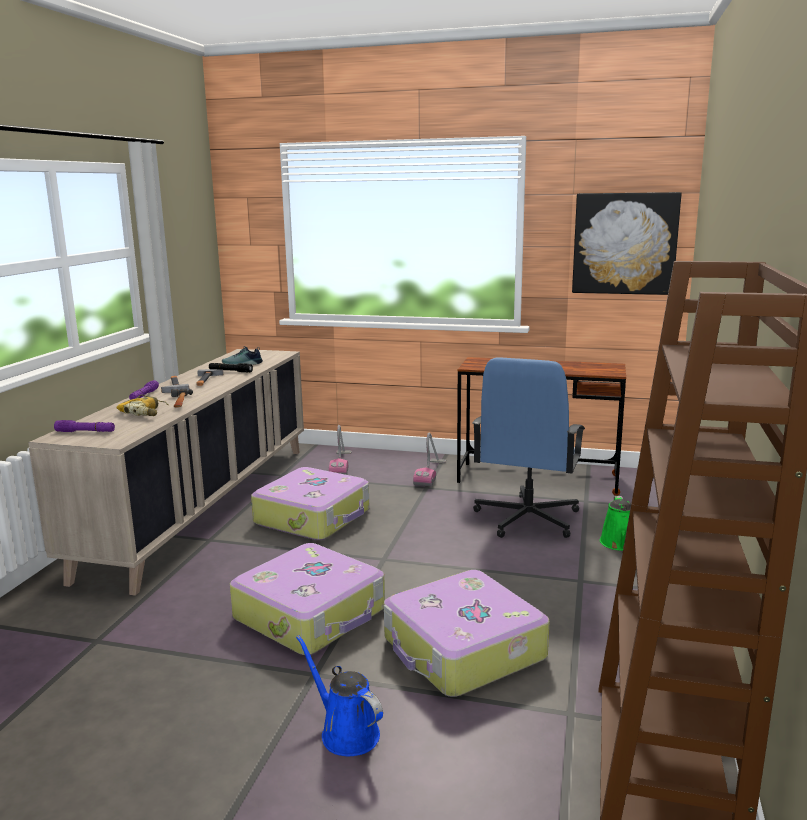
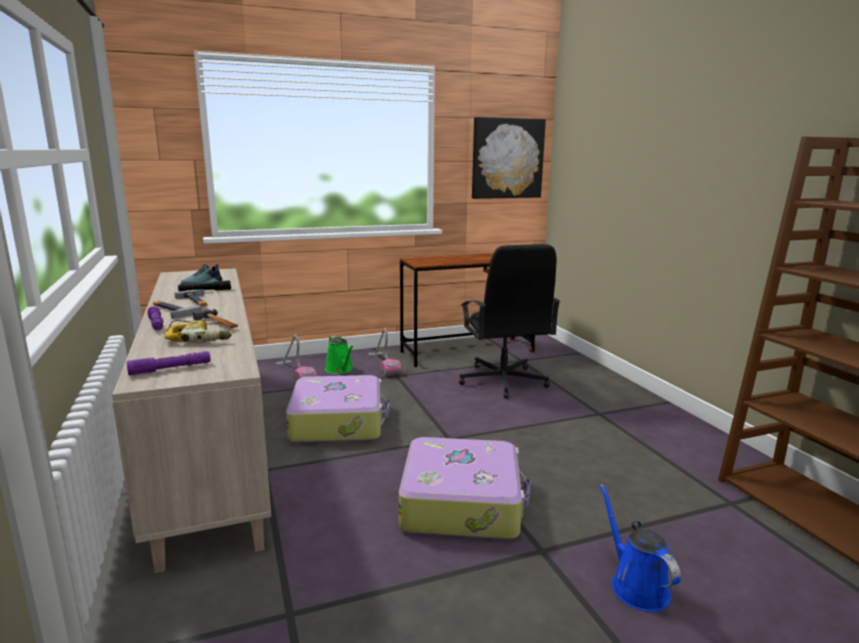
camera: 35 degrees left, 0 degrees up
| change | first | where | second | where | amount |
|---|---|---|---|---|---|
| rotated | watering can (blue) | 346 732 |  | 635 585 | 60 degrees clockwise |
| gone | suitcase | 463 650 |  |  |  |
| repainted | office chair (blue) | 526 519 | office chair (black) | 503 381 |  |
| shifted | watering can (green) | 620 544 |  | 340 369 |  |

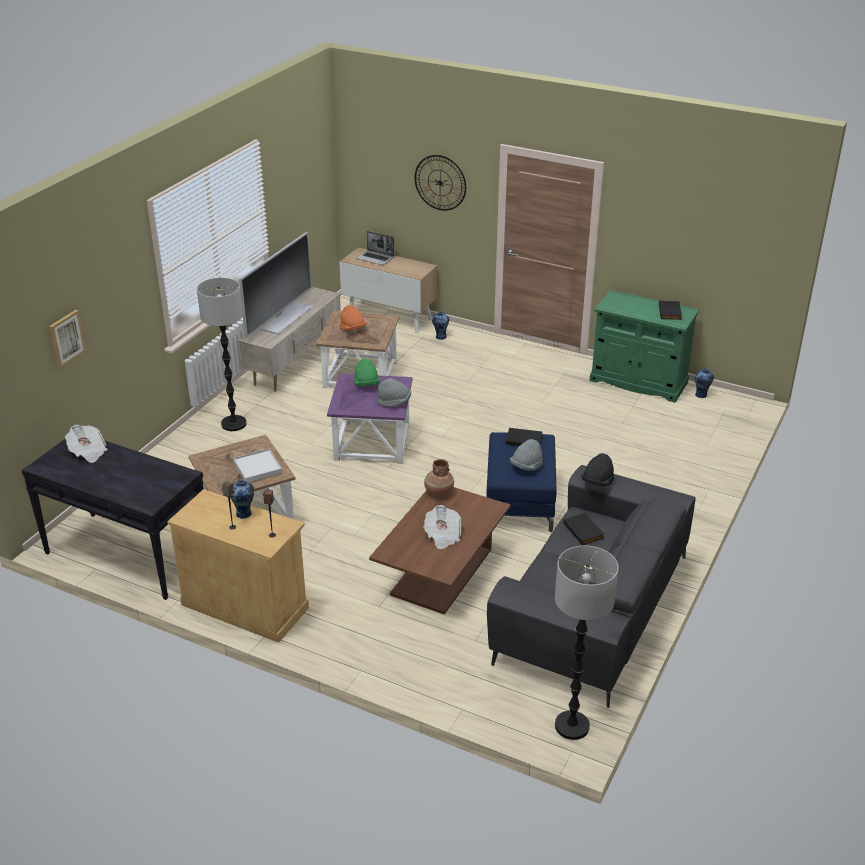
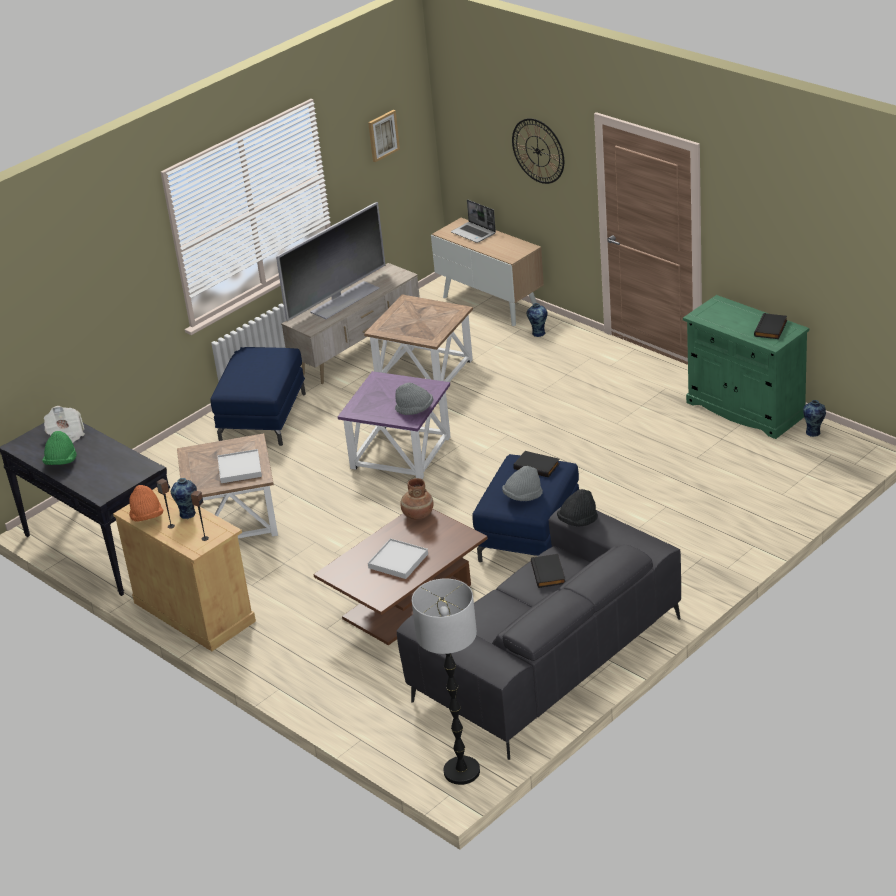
camera: 20 degrees right, 0 degrees up
| change | first | where | second | where | amount |
|---|---|---|---|---|---|
| shifted | picture | 66 338 |  | 383 135 |  |
| swapped | floor lamp | 233 424 | ottoman (blue) | 262 417 |  |
| shifted | hat (orange) | 352 329 |  | 147 517 |  |
| shifted | hat (green) | 366 384 |  | 61 462 |  |
| swapped | newspaper | 442 536 | tray (white) | 398 561 |  |

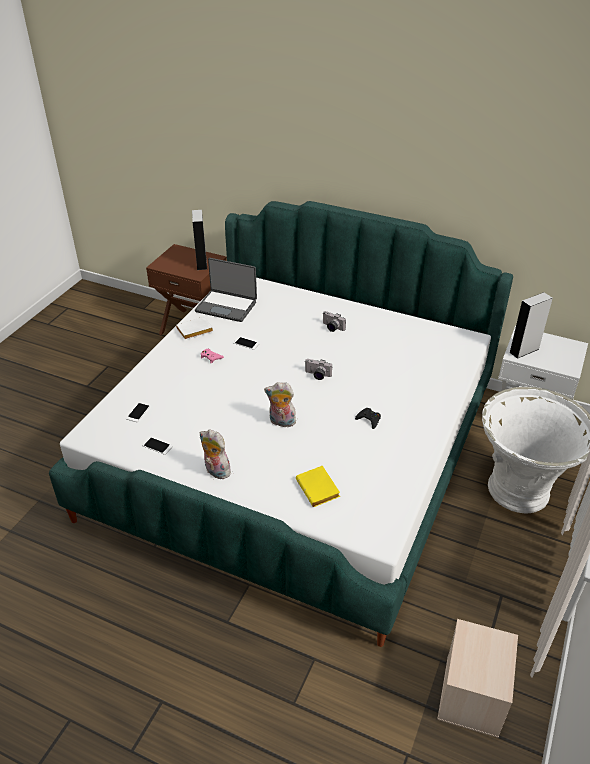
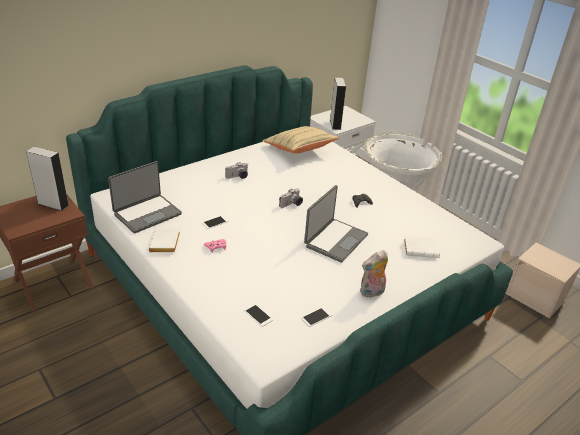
camera: 65 degrees left, 5 degrees down
| change | first | where | second | where | amount |
|---|---|---|---|---|---|
| swapped | plush toy | 281 422 | laptop | 335 240 |  |
| repainted | book (yellow) | 319 489 | book (white) | 421 249 |  |
| new |  |  | pillow (beige) | 299 150 |  |

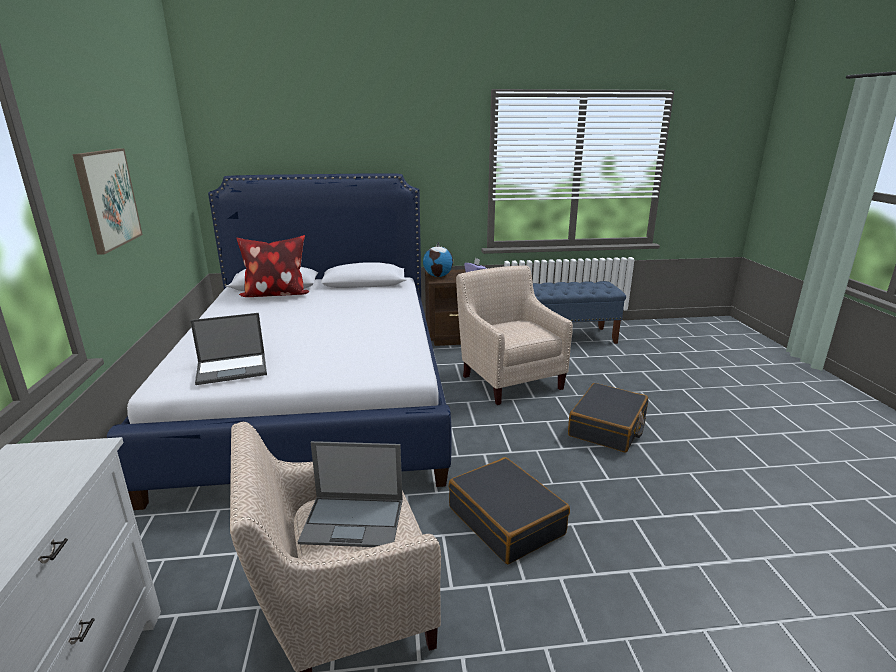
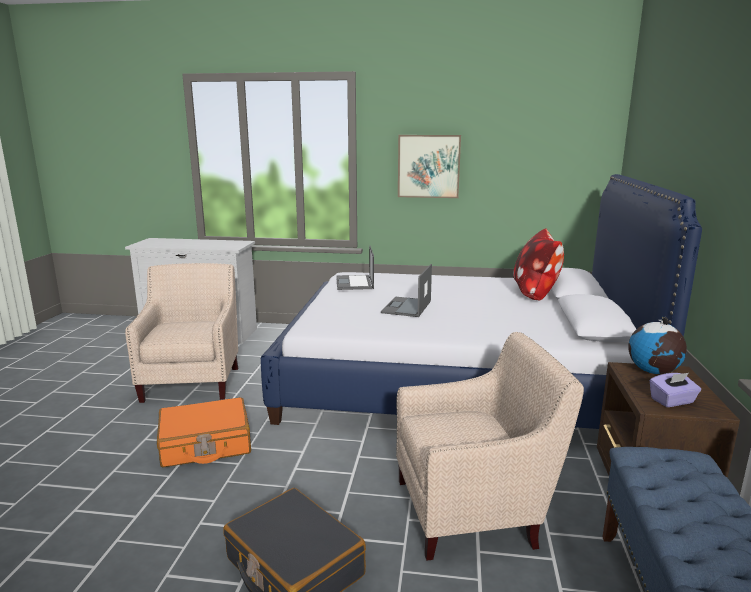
camera: 105 degrees right, 5 degrees down
| change | first | where | second | where | amount |
|---|---|---|---|---|---|
| shifted | laptop | 354 521 |  | 406 307 |  |
| repainted | suitcase (black) | 506 520 | suitcase (orange) | 205 444 |  |

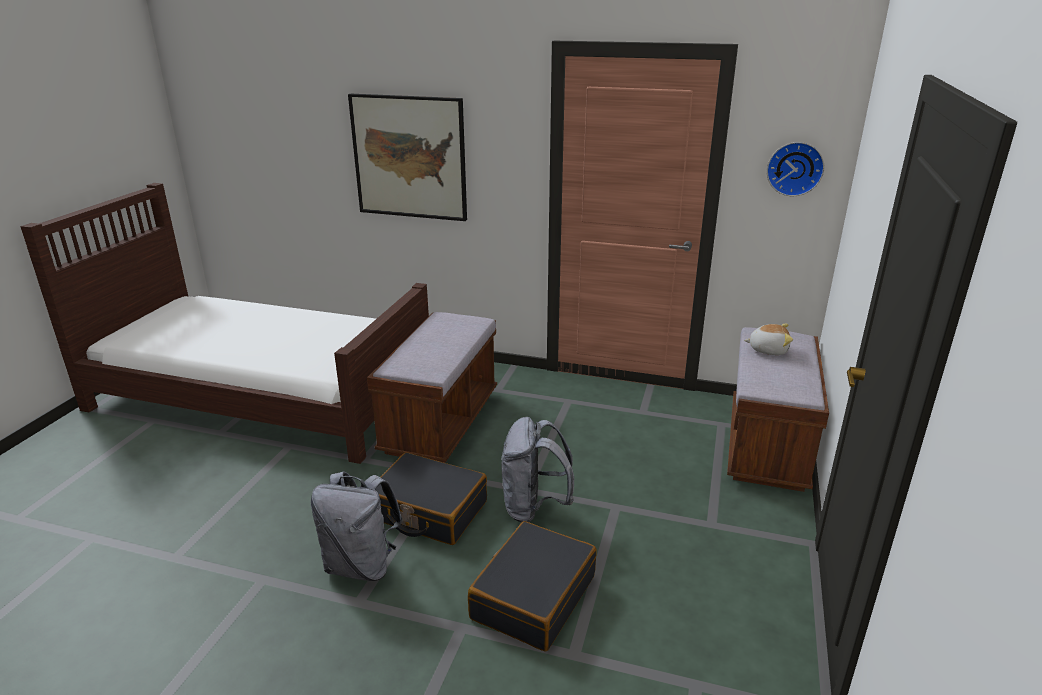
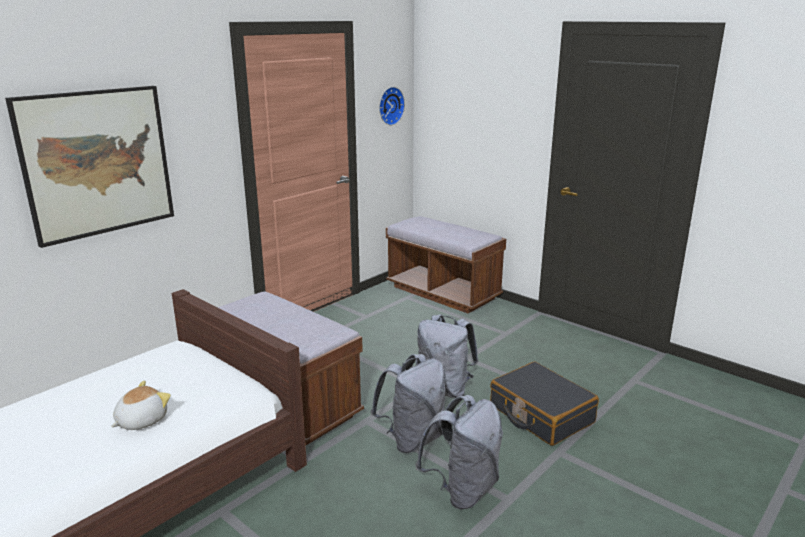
camera: 65 degrees left, 5 degrees down
| change | first | where | second | where | amount |
|---|---|---|---|---|---|
| swapped | suitcase (black) | 428 511 | backpack (grey) | 412 439 |  |
| shifted | plush toy | 768 349 |  | 141 420 |  |

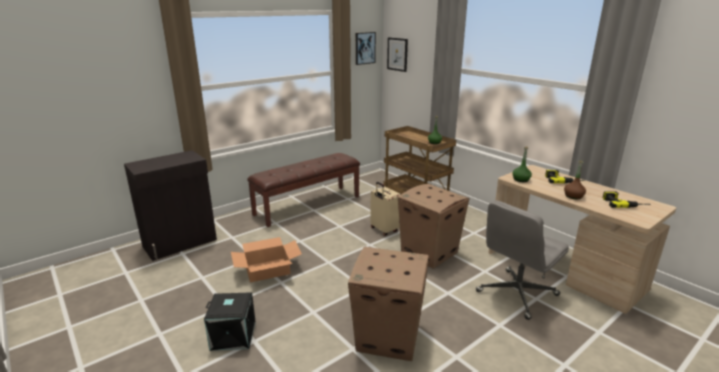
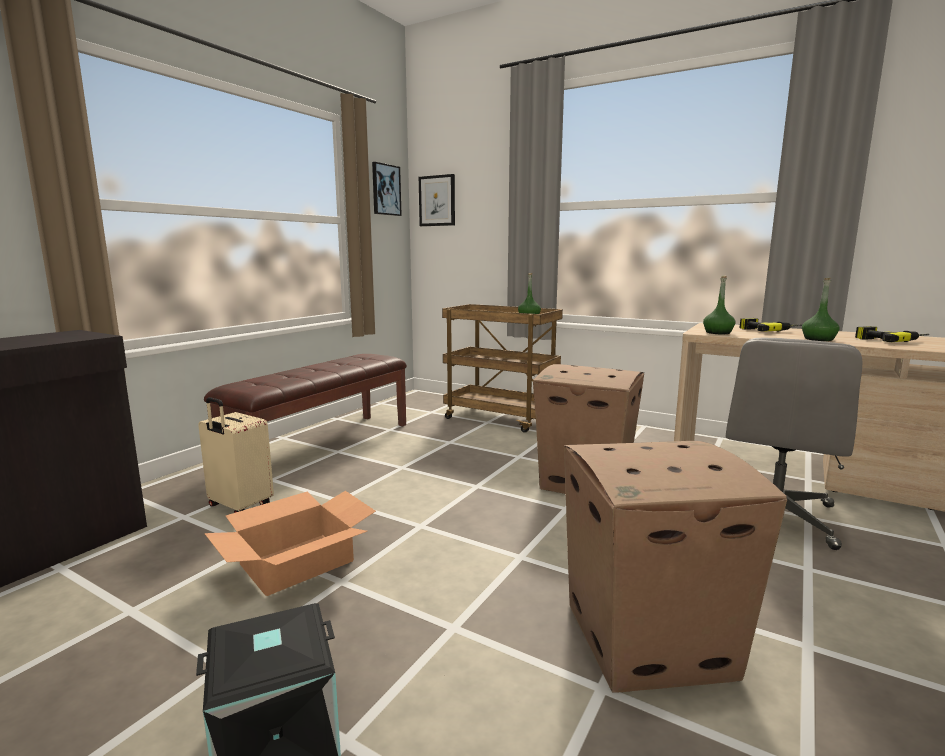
camera: 20 degrees left, 10 degrees down
| change | first | where | second | where | amount |
|---|---|---|---|---|---|
| shifted | suitcase (beige) | 383 230 |  | 239 506 |  |
| repainted | bottle (brown) | 573 196 | bottle (green) | 818 339 |  |

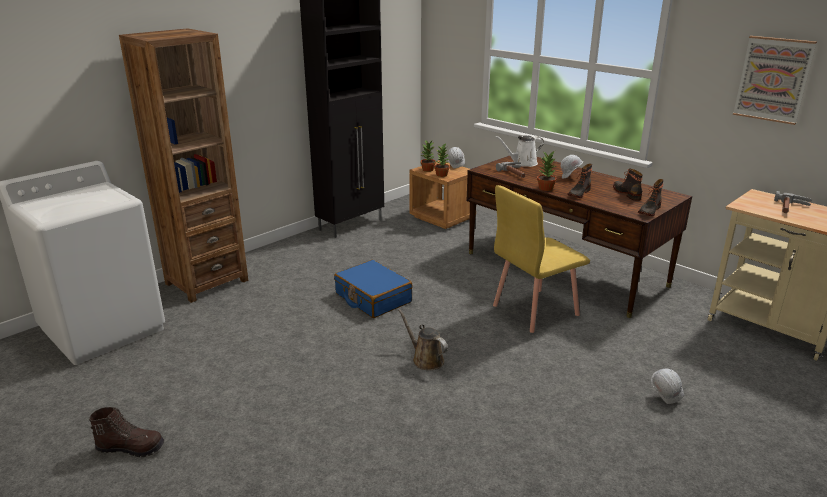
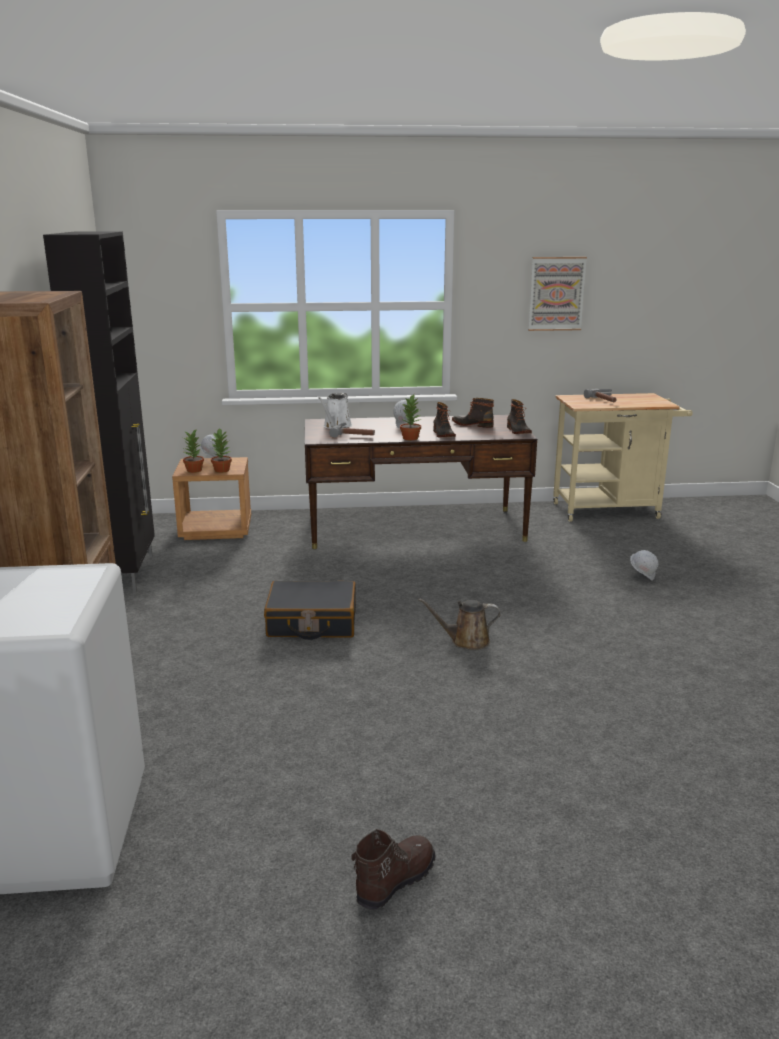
camera: 50 degrees left, 5 degrees down
| change | first | where | second | where | amount |
|---|---|---|---|---|---|
| repainted | suitcase (blue) | 372 298 | suitcase (black) | 312 623 |  |
| gone | chair (yellow) | 534 310 |  |  |  |

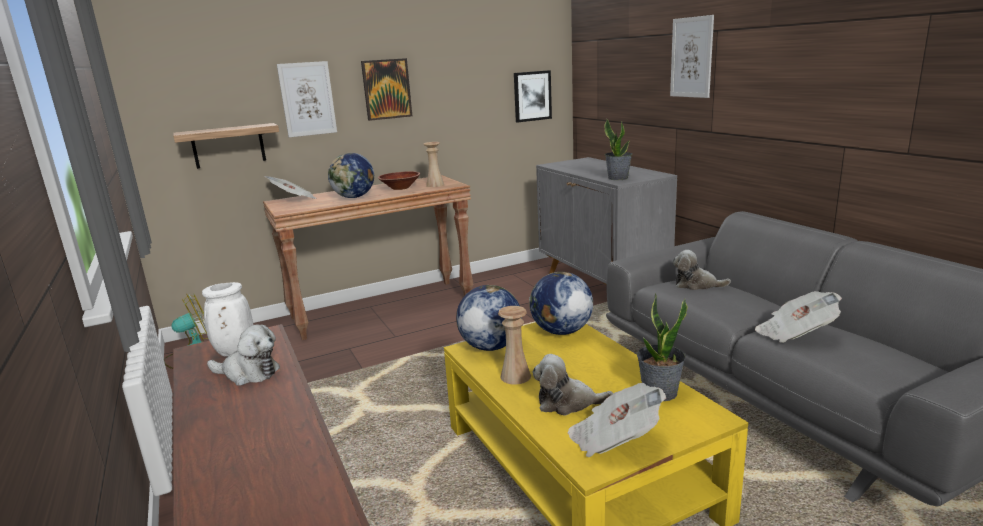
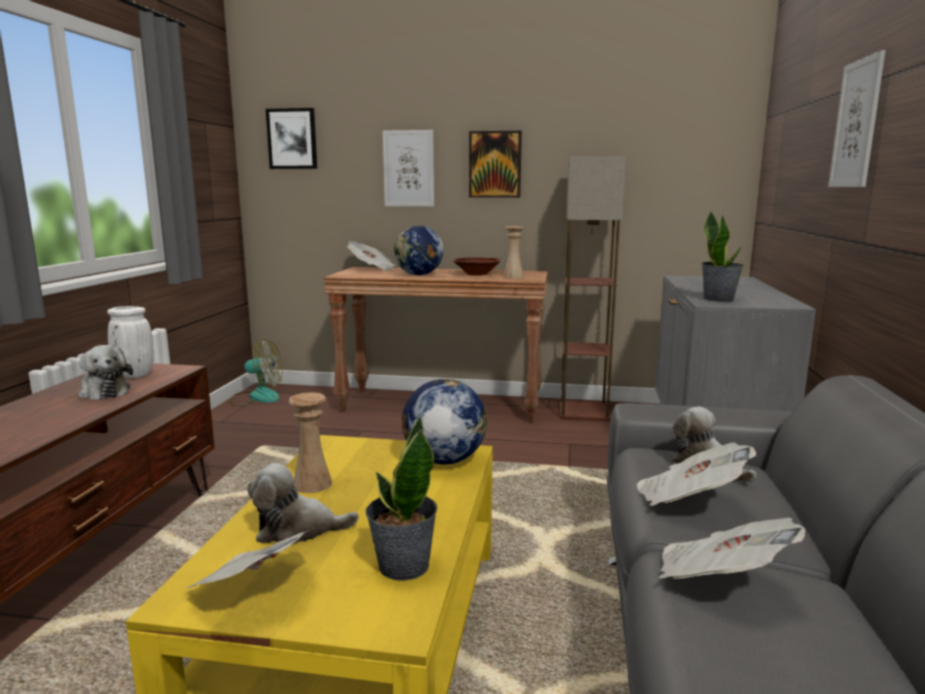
camera: 35 degrees right, 5 degrees down
| change | first | where | second | where | amount |
|---|---|---|---|---|---|
| gone | shelf | 228 146 |  |  |  |
| gone | globe | 490 346 |  |  |  |
| shifted | picture | 532 96 |  | 292 139 |  |
| rotated | plush toy | 567 403 |  | 298 529 | 45 degrees counterclockwise |
| new |  |  | floor lamp | 582 412 |  |
| new |  |  | newspaper | 689 499 |  |

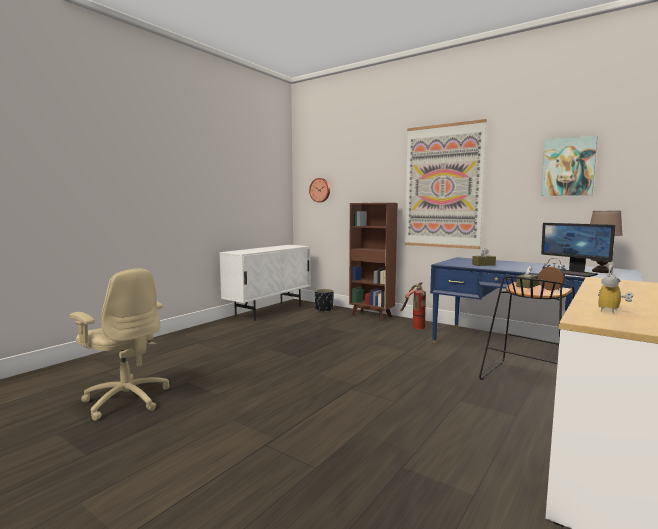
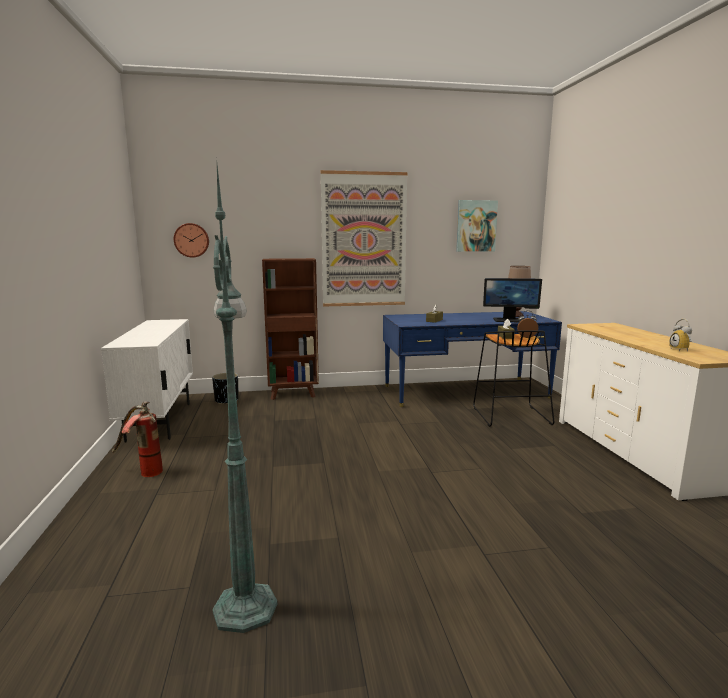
camera: 45 degrees left, 5 degrees up
| change | first | where | second | where | amount |
|---|---|---|---|---|---|
| swapped | office chair (beige) | 126 399 | floor lamp (green) | 246 605 |  |
| shifted | fire extinguisher | 414 326 |  | 143 472 |  |

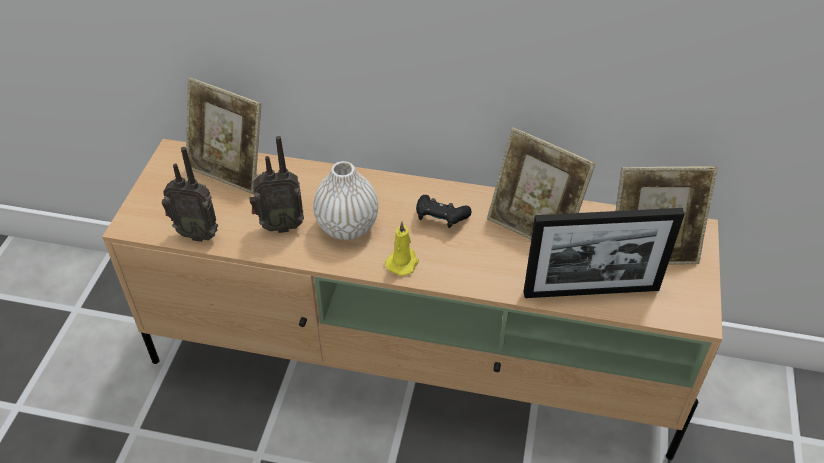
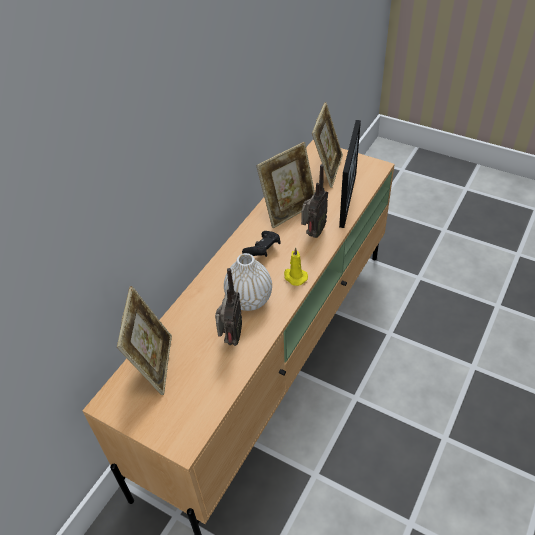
camera: 70 degrees left, 0 degrees up
| change | first | where | second | where | amount |
|---|---|---|---|---|---|
| shifted | radio | 198 233 |  | 313 233 |  |
| rotated | picture frame | 229 172 |  | 154 364 | 45 degrees counterclockwise |

